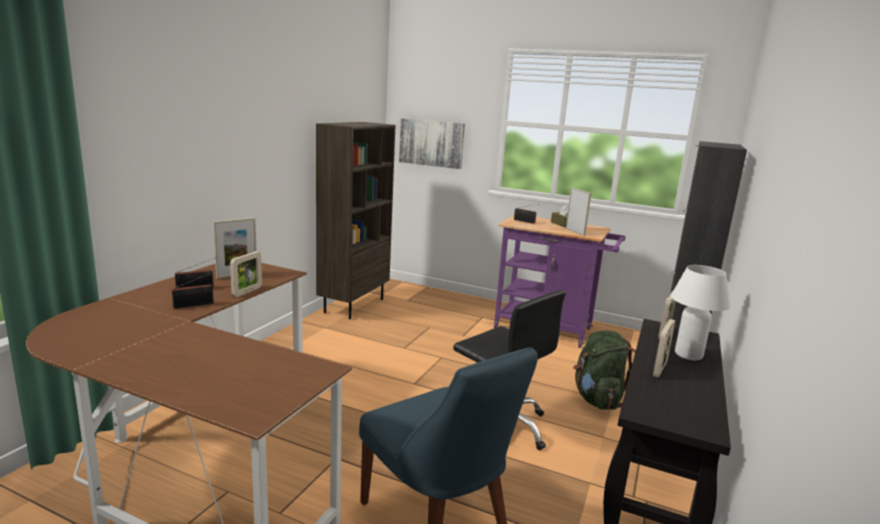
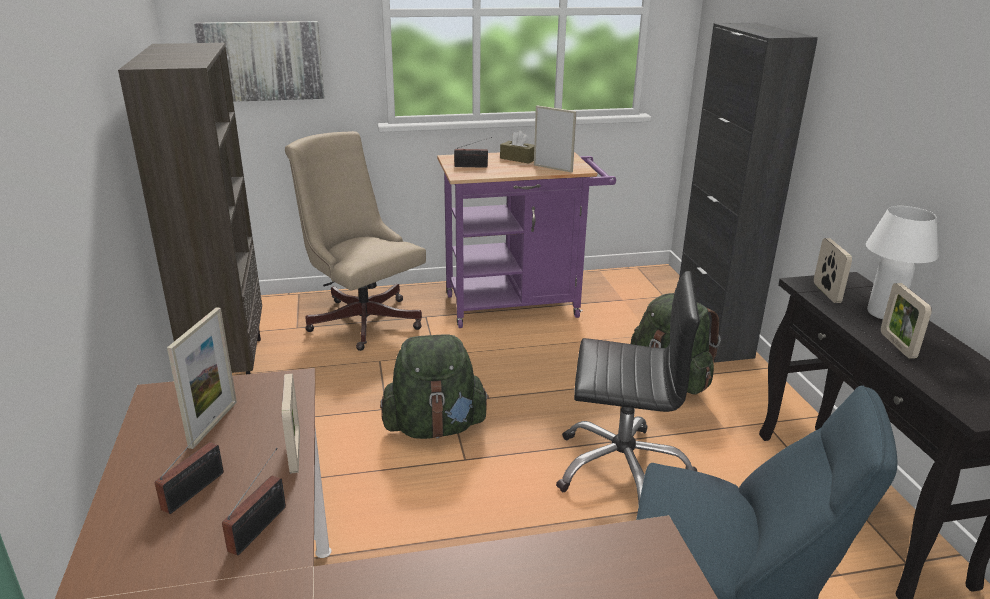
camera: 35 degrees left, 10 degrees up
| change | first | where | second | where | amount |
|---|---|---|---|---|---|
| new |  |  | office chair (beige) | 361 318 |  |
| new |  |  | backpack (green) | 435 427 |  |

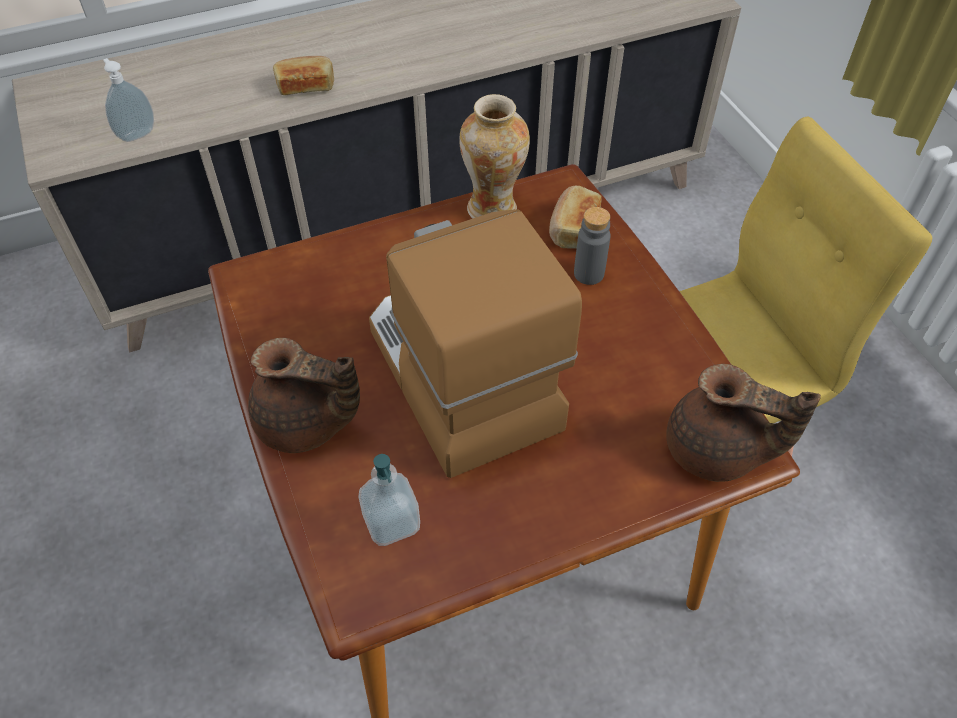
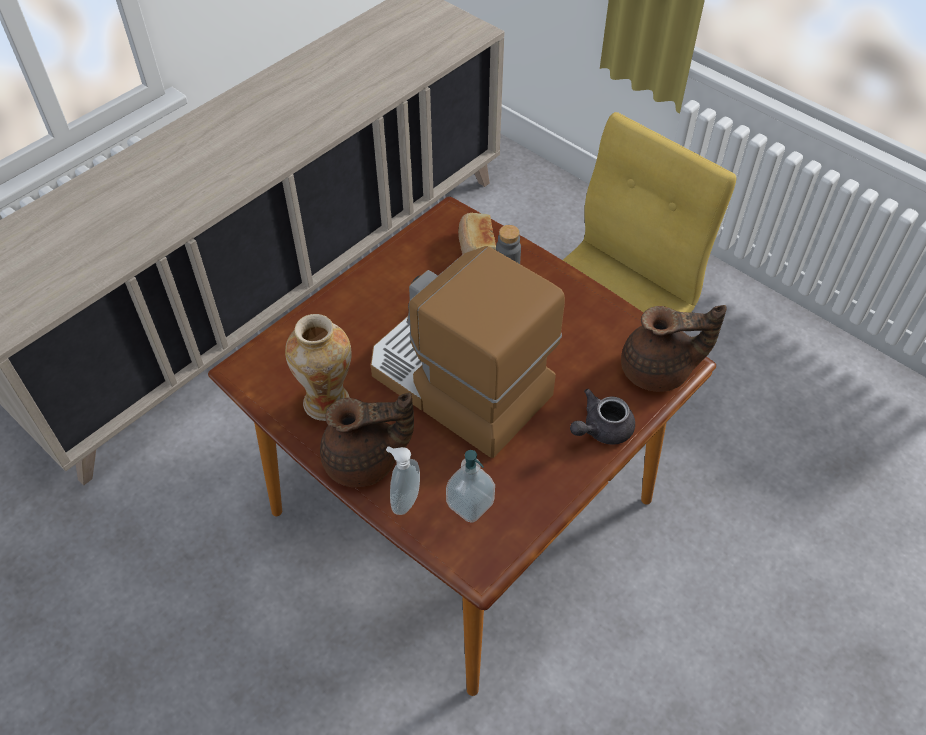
camera: 25 degrees left, 0 degrees up
| change | first | where | second | where | amount |
|---|---|---|---|---|---|
| shifted | soap dispenser | 136 134 |  | 404 500 |  |
| gone | bread | 306 86 |  |  |  |
| shifted | vase | 492 209 |  | 327 402 |  |
| new |  |  | teapot (grey) | 601 429 |  |

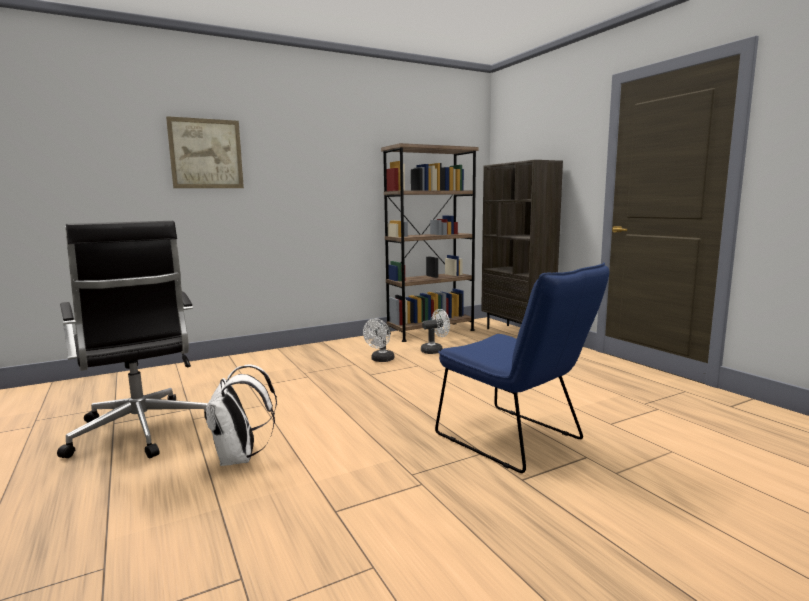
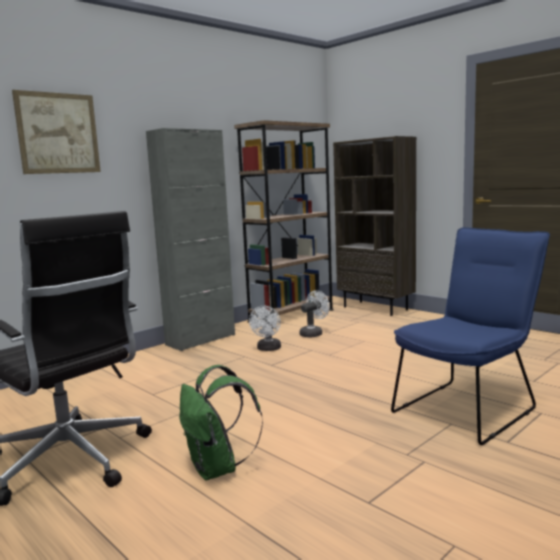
camera: 15 degrees left, 0 degrees up
| change | first | where | second | where | amount |
|---|---|---|---|---|---|
| repainted | backpack (white) | 240 458 | backpack (green) | 217 469 |  |
| rotated | chair (blue) | 515 440 |  | 469 408 | 75 degrees counterclockwise |
| new |  |  | cabinet (grey) | 201 340 |  |

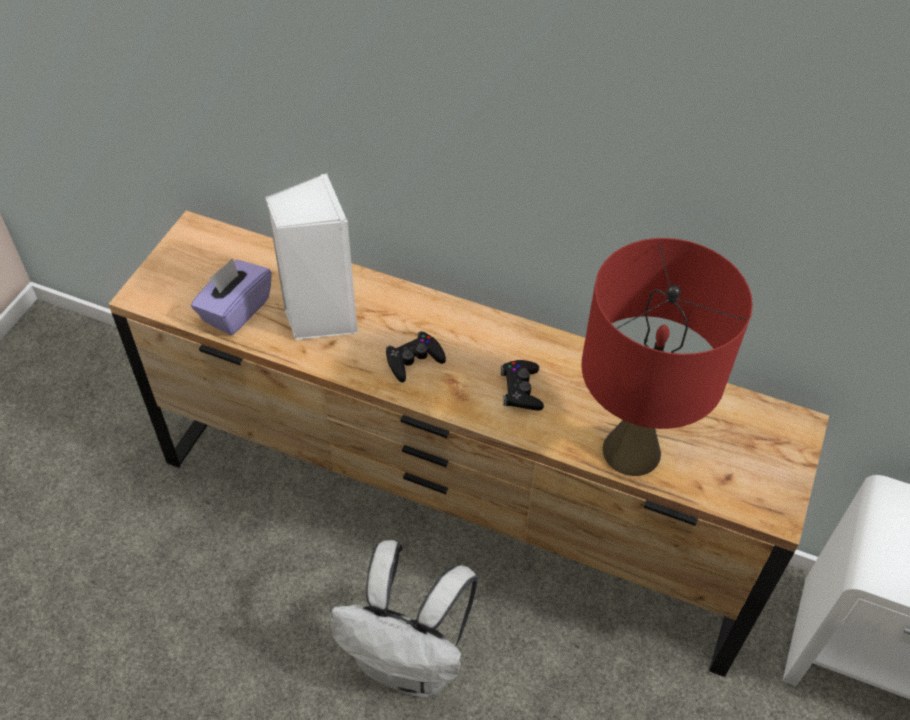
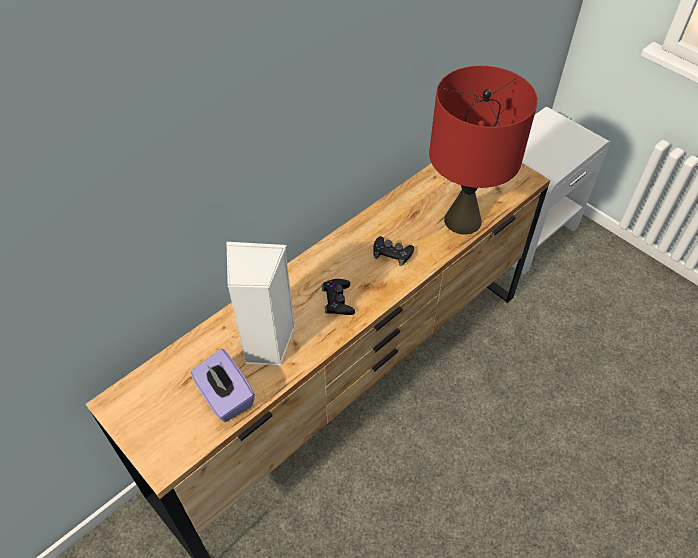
camera: 65 degrees left, 0 degrees up
| change | first | where | second | where | amount |
|---|---|---|---|---|---|
| gone | backpack (white) | 410 662 |  |  |  |

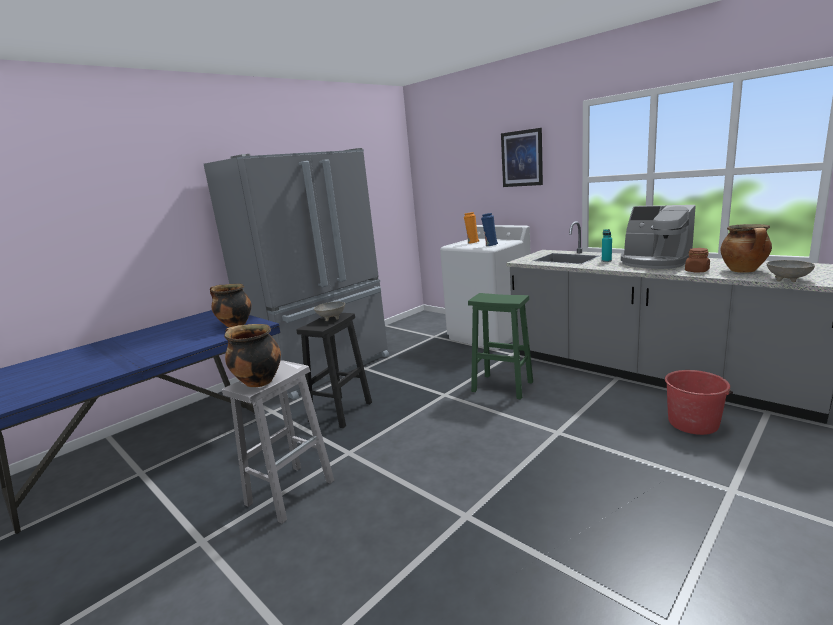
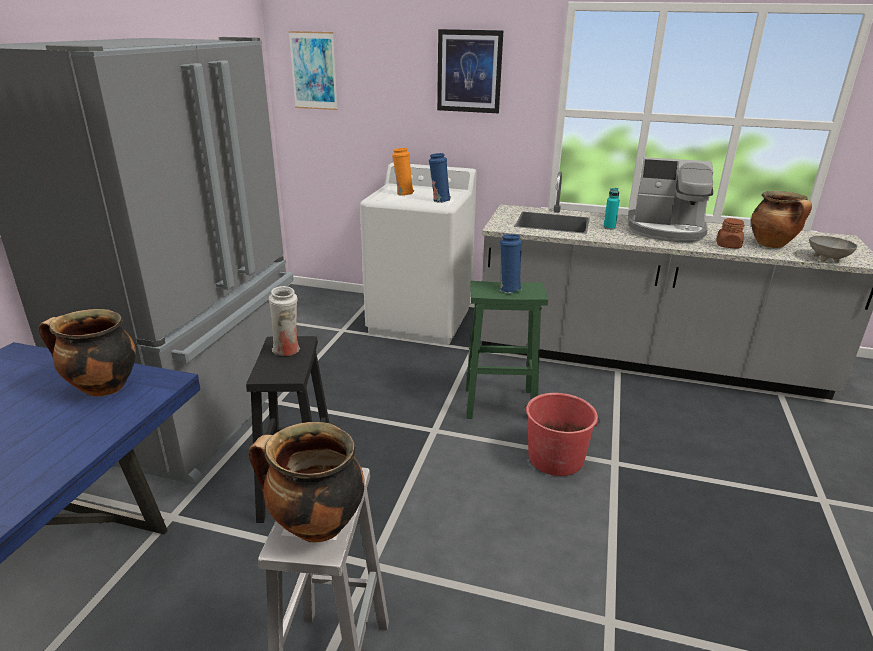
camera: 30 degrees left, 10 degrees up
| change | first | where | second | where | amount |
|---|---|---|---|---|---|
| swapped | bowl (grey) | 331 318 | vase (white) | 287 351 |  |
| shifted | bucket (red) | 693 423 |  | 555 458 |  |
| new |  |  | picture | 314 71 |  |
| new |  |  | vase (blue) | 509 289 |  |

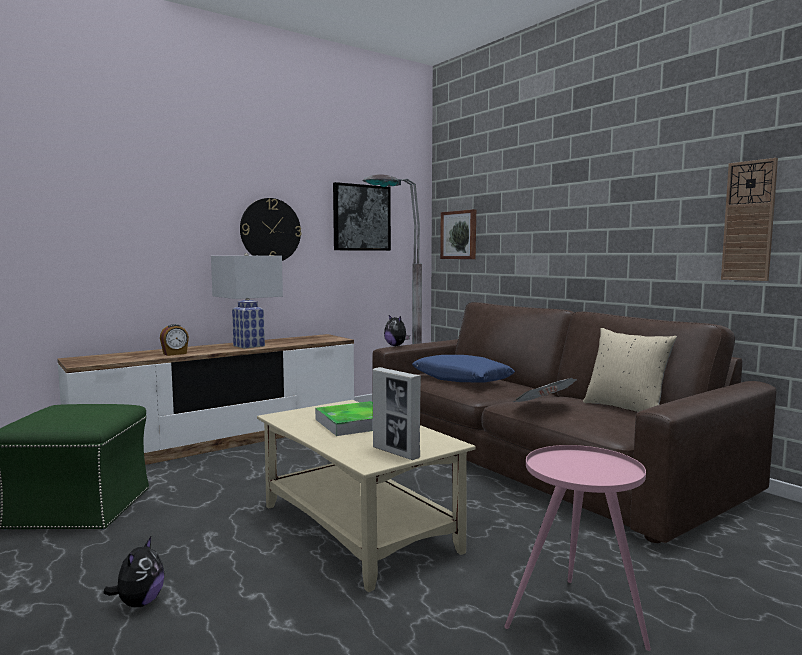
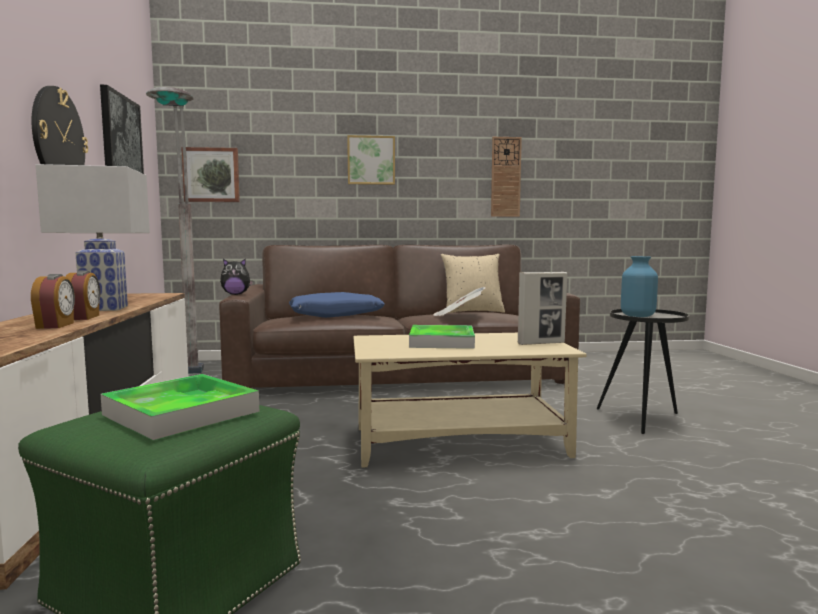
camera: 60 degrees left, 0 degrees up
| change | first | where | second | where | amount |
|---|---|---|---|---|---|
| gone | plush toy | 139 603 |  |  |  |
| repainted | side table (pink) | 577 622 | side table (black) | 643 418 |  |
| new |  |  | alarm clock | 84 317 |  |
| new |  |  | tray | 181 413 |  |
| new |  |  | picture | 371 160 |  |
| new |  |  | vase (blue) | 637 316 |  |

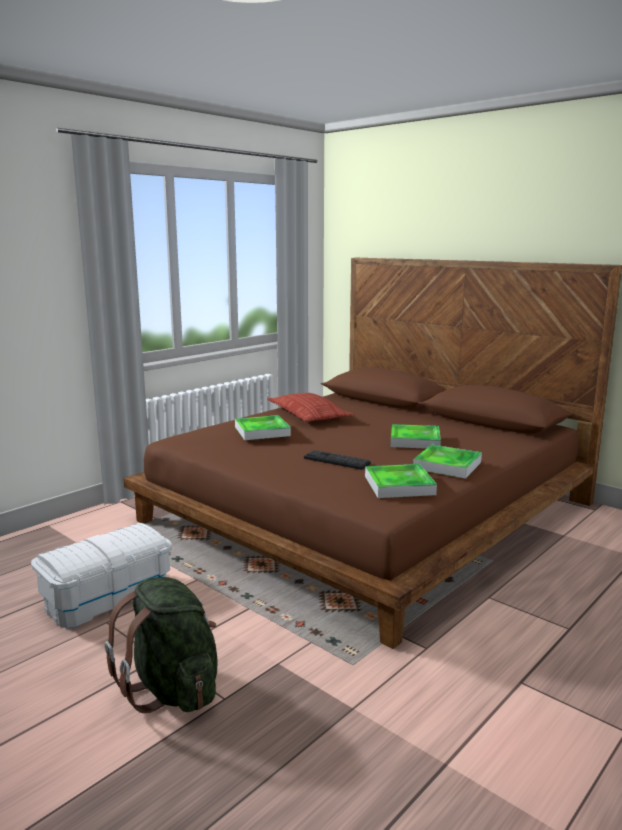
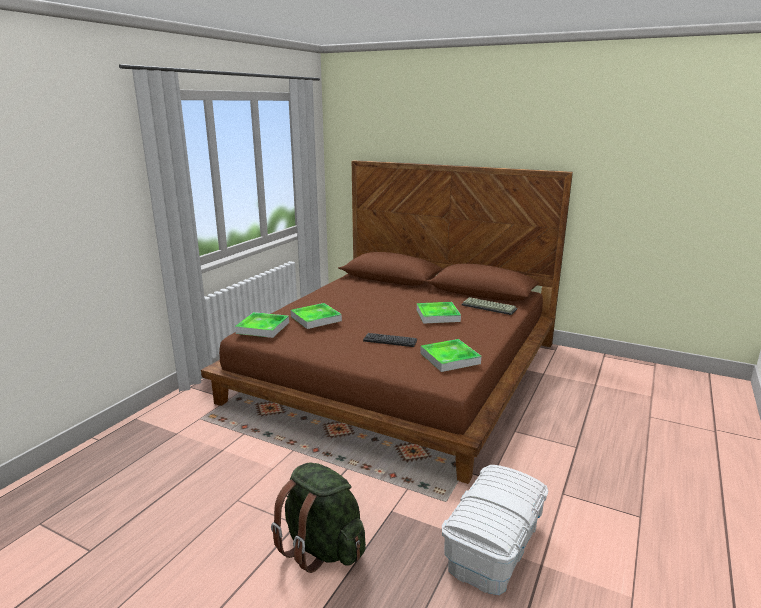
camera: 15 degrees left, 5 degrees up
| change | first | where | second | where | amount |
|---|---|---|---|---|---|
| shifted | storage box (white) | 107 597 |  | 494 547 |  |
| gone | pillow | 308 414 |  |  |  |
| shifted | tray | 447 465 |  | 263 328 |  |
| new |  |  | keyboard | 489 307 |  |

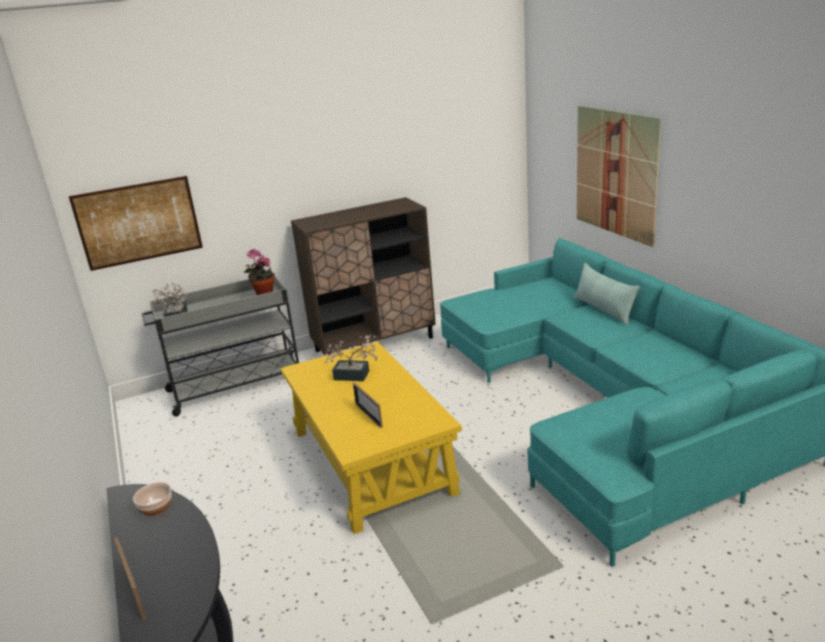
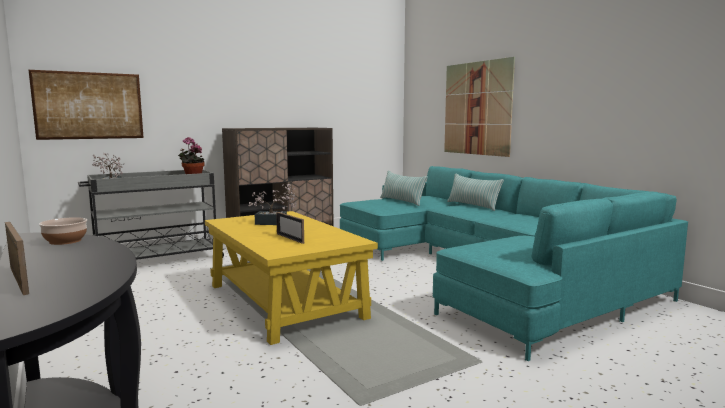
camera: 10 degrees left, 15 degrees down
| change | first | where | second | where | amount |
|---|---|---|---|---|---|
| new |  |  | pillow | 402 201 |  |

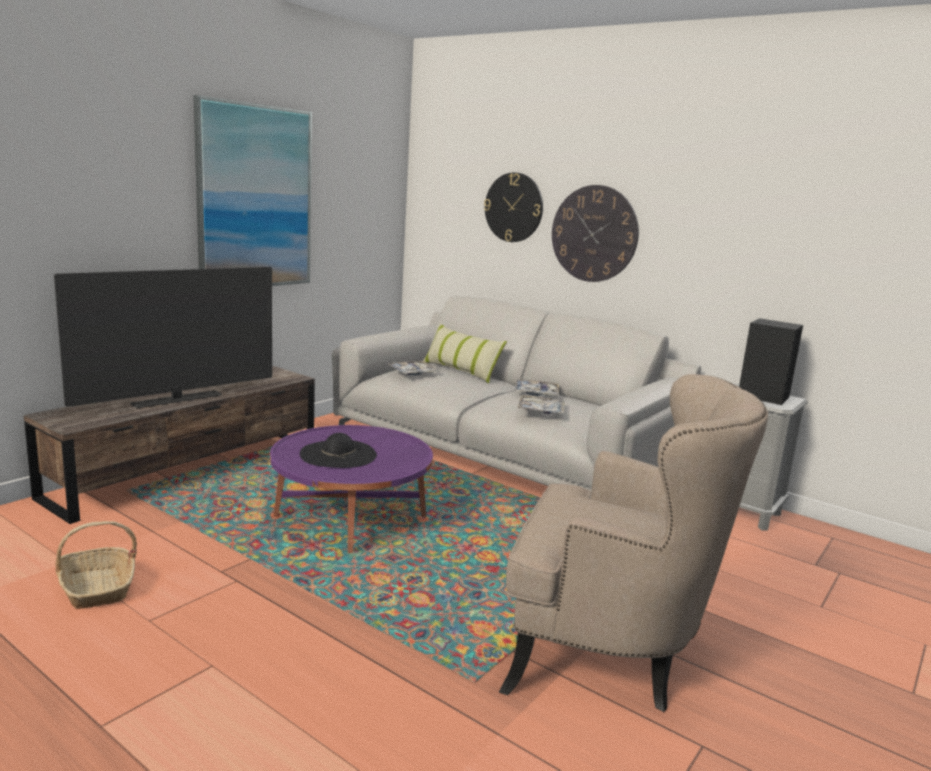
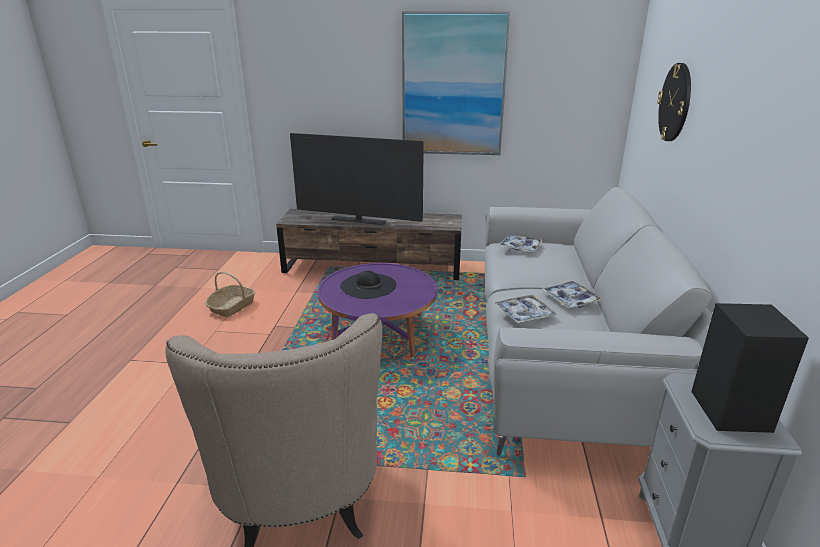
camera: 60 degrees right, 10 degrees up
| change | first | where | second | where | amount |
|---|---|---|---|---|---|
| gone | pillow | 461 371 |  |  |  |
| gone | wall clock | 594 234 |  |  |  |

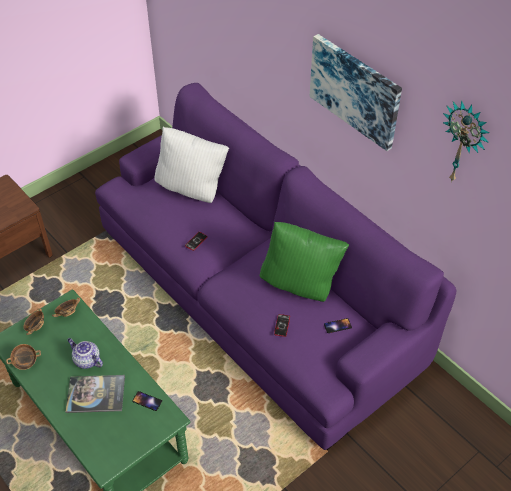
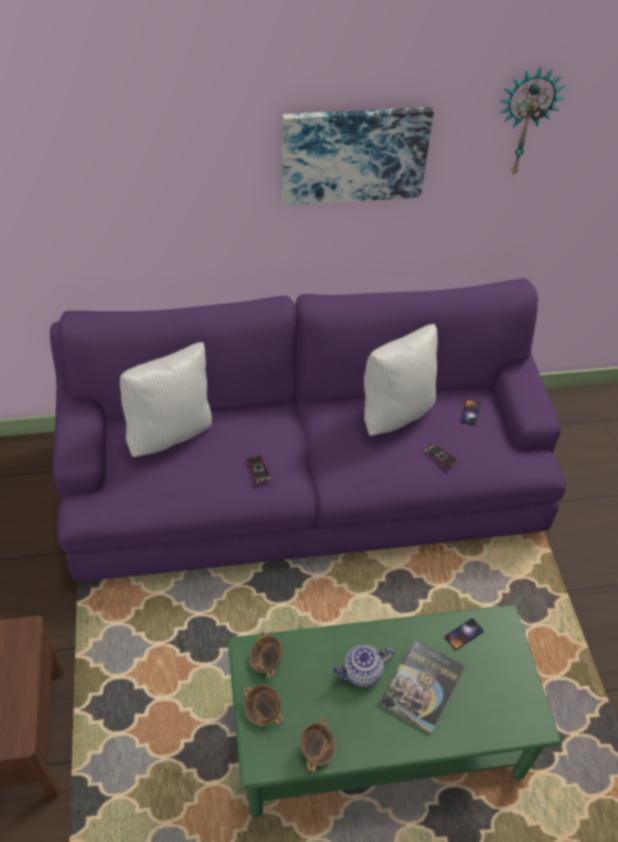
camera: 60 degrees left, 0 degrees up
| change | first | where | second | where | amount |
|---|---|---|---|---|---|
| repainted | pillow (green) | 300 284 | pillow (white) | 395 412 |  |

